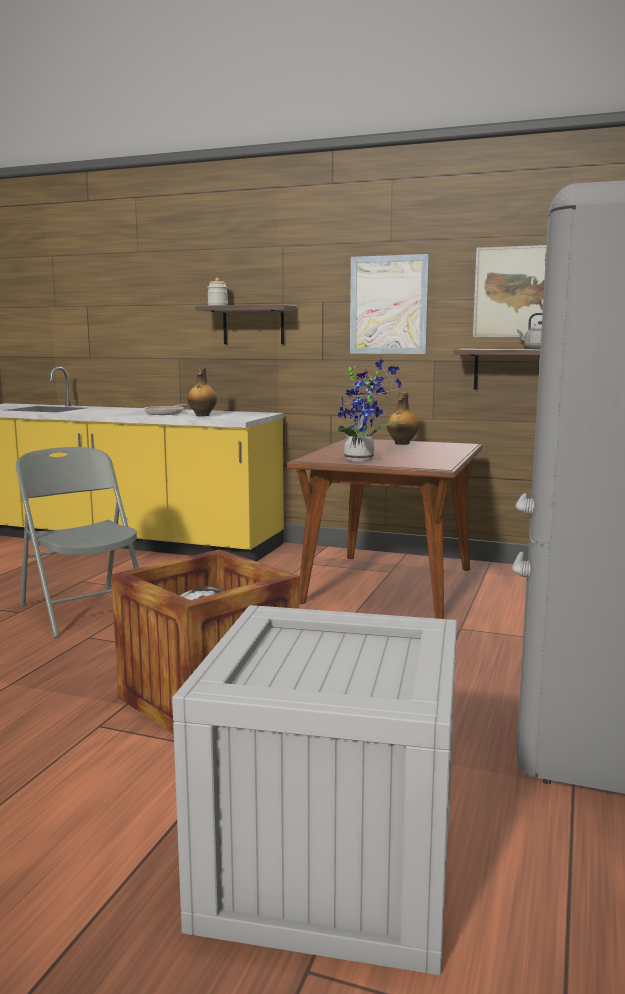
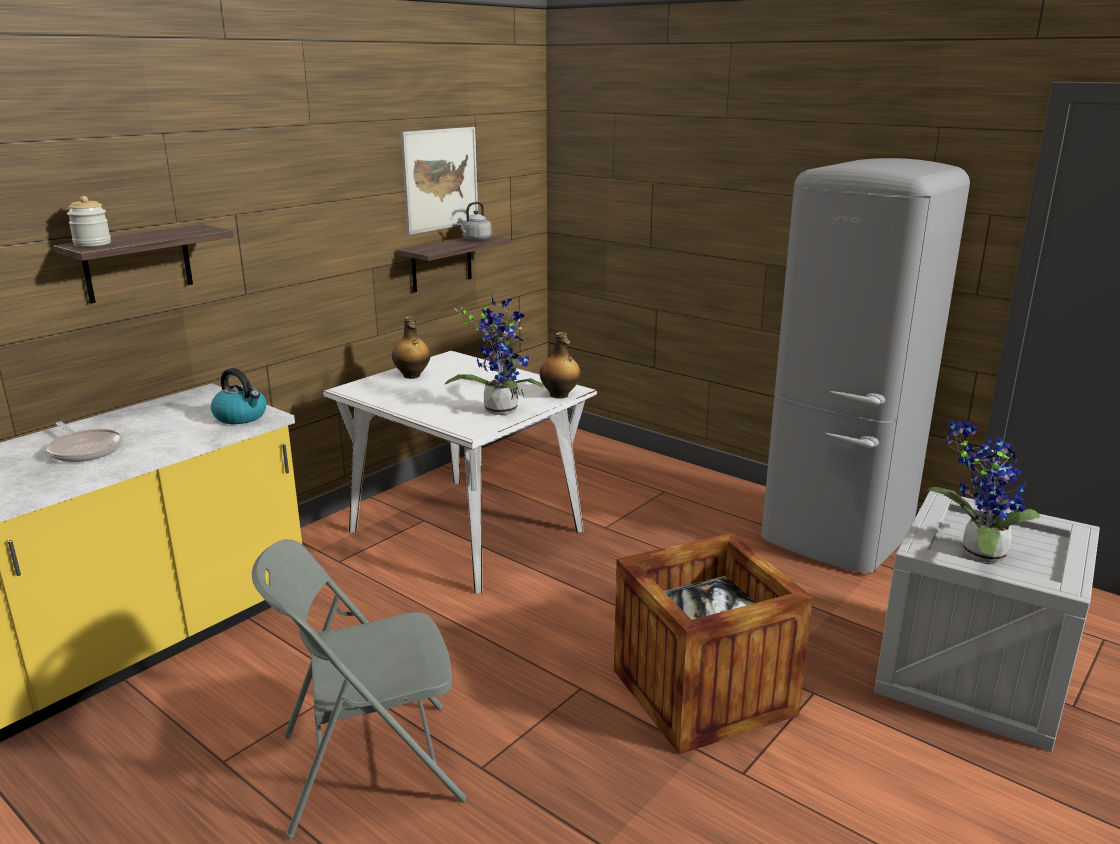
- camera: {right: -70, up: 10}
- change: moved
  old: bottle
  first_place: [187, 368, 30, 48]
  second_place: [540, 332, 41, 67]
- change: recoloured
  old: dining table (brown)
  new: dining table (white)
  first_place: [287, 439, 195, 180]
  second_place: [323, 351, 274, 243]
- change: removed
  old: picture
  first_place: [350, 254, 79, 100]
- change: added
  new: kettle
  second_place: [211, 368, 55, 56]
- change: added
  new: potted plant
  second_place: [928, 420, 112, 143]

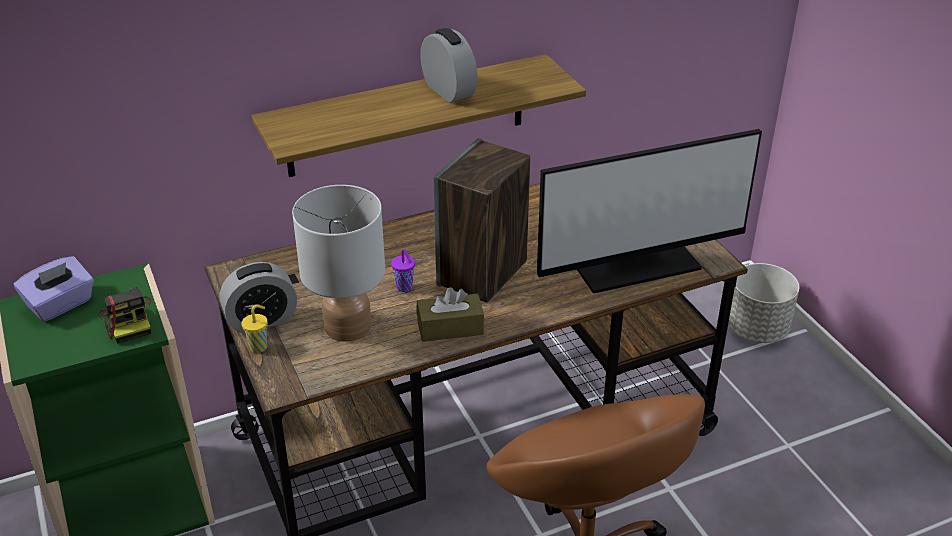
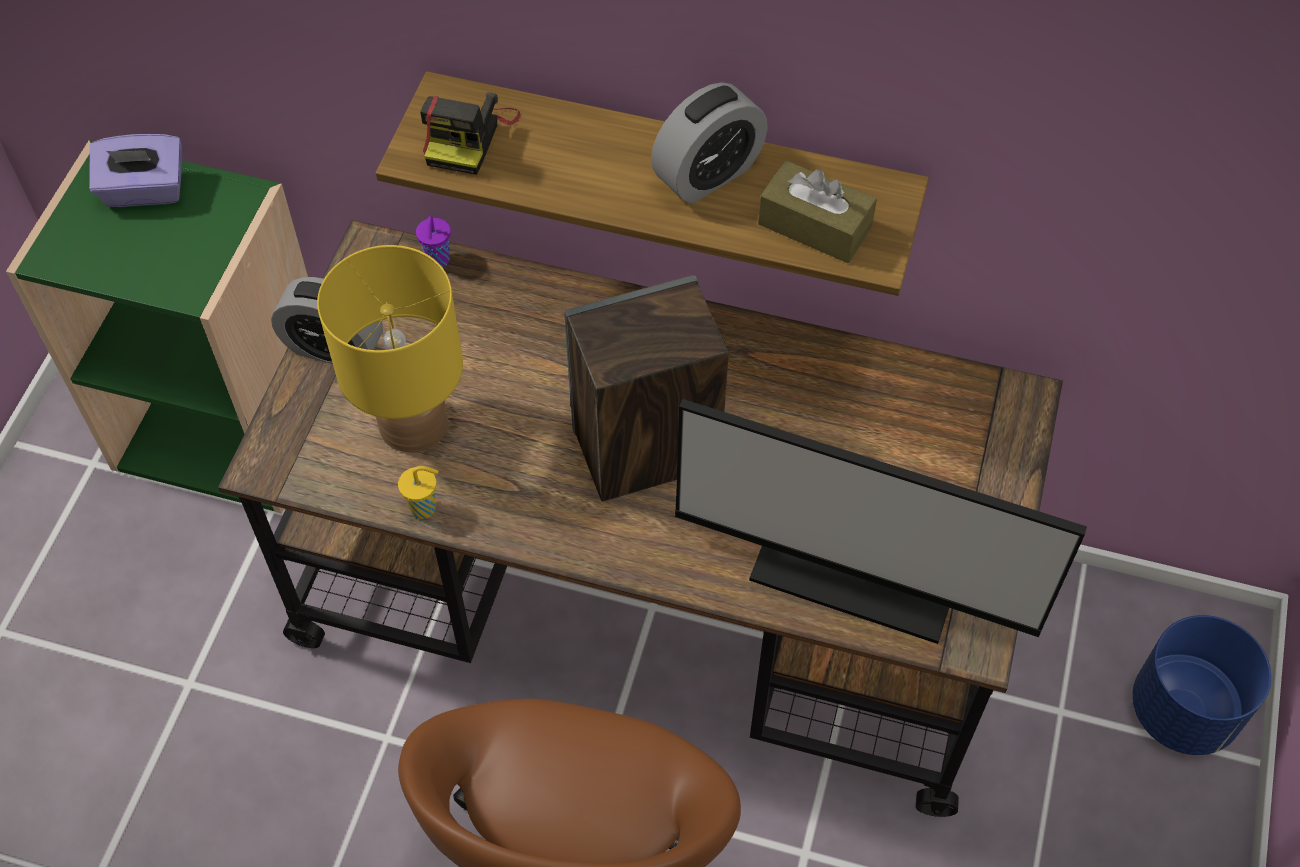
- camera: {right: 40, up: 20}
- change: moved
  old: photo camera
  first_place: [98, 287, 54, 57]
  second_place: [420, 92, 101, 83]
- change: moved
  old: cup (yellow)
  first_place: [241, 305, 27, 48]
  second_place: [398, 466, 41, 53]
- change: recoloured
  old: table lamp (grey)
  new: table lamp (yellow)
  first_place: [292, 185, 93, 156]
  second_place: [317, 245, 146, 207]
- change: moved
  old: cup (purple)
  first_place: [391, 249, 24, 43]
  second_place: [416, 216, 35, 51]
- change: moved
  old: tissue box (brown)
  first_place: [417, 287, 67, 55]
  second_place: [758, 160, 119, 103]
- change: turned
  old: alarm clock
  first_place: [420, 28, 58, 75]
  second_place: [651, 82, 117, 121]
  degrees: 45
- change: recoloured
  old: planter (grey)
  new: planter (blue)
  first_place: [728, 263, 71, 80]
  second_place: [1132, 615, 139, 140]

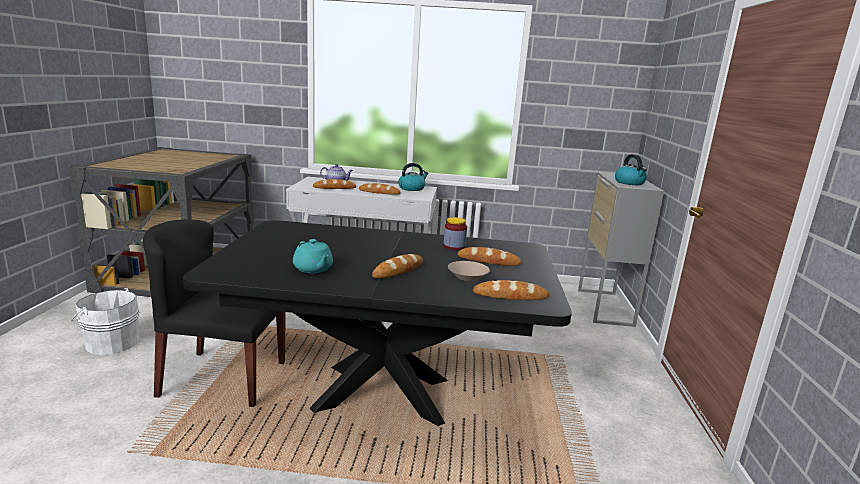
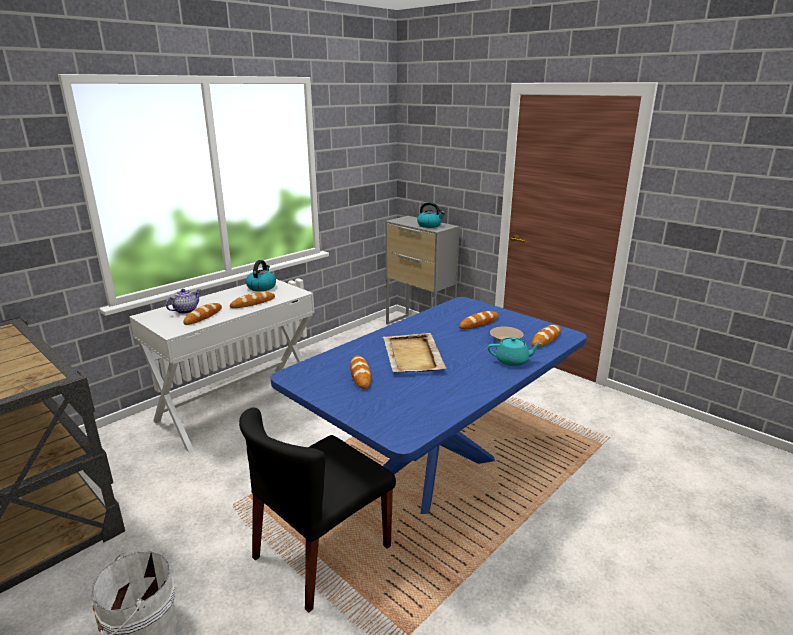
- camera: {right: -50, up: 5}
- change: recoloured
  old: dining table (black)
  new: dining table (blue)
  first_place: [183, 220, 389, 206]
  second_place: [270, 297, 317, 217]
- change: moved
  old: teapot (turquoise)
  first_place: [293, 239, 40, 34]
  second_place: [488, 337, 54, 29]
- change: moved
  old: bread
  first_place: [372, 254, 51, 24]
  second_place: [350, 355, 21, 34]
- change: removed
  old: jar
  first_place: [443, 217, 24, 33]
- change: added
  new: tray (beige)
  second_place: [383, 333, 63, 39]

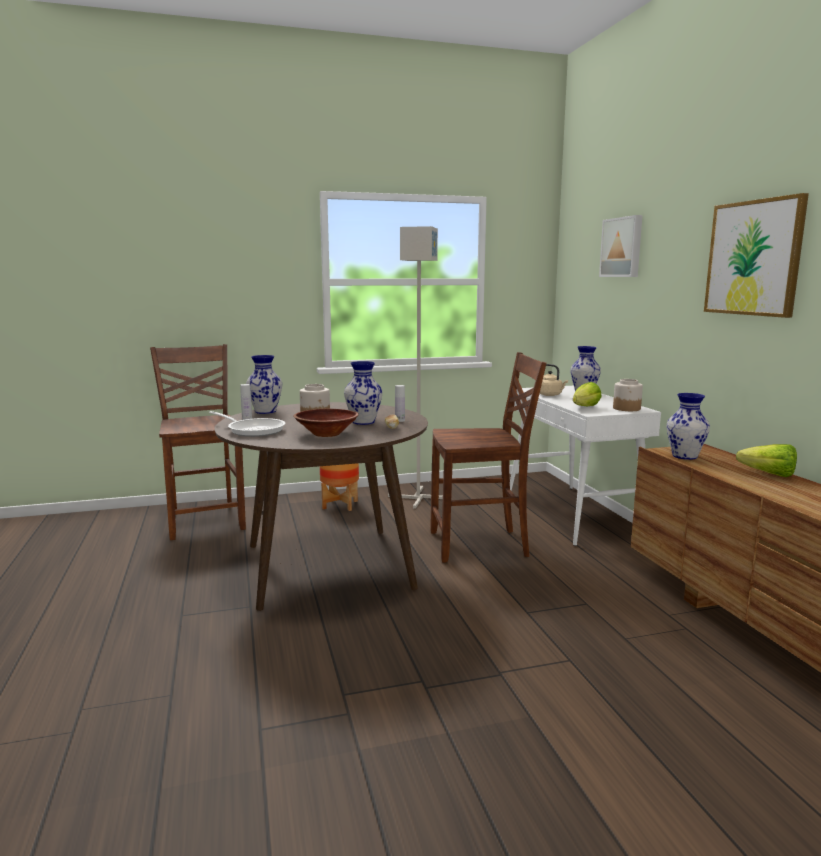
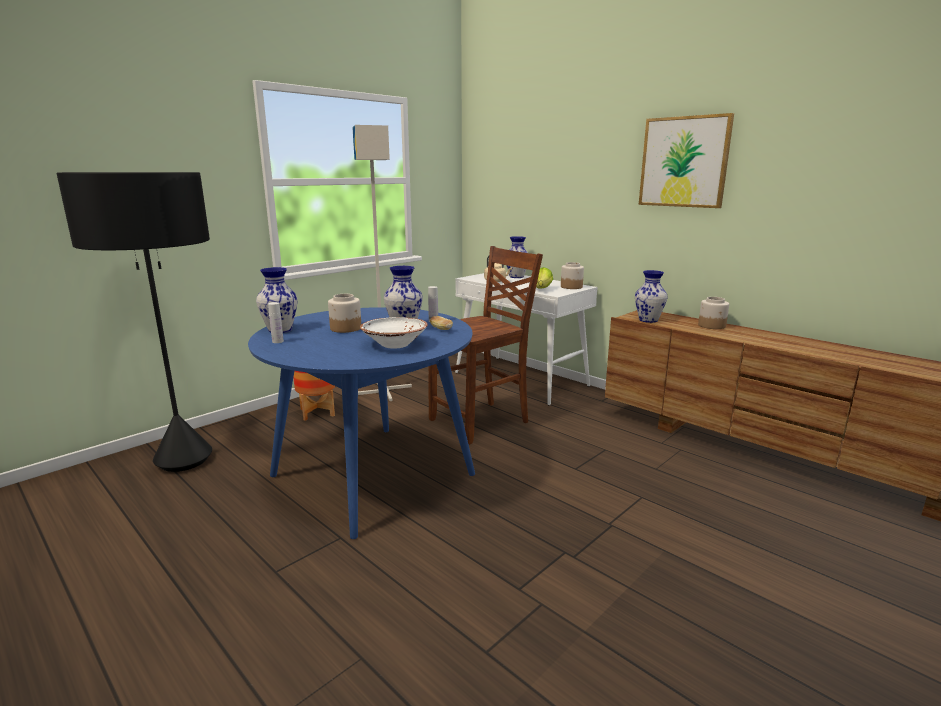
- camera: {right: -30, up: 5}
- change: replaced
  old: chair (brown)
  new: floor lamp (black)
  first_place: [150, 344, 96, 196]
  second_place: [57, 172, 155, 300]
- change: removed
  old: frying pan
  first_place: [209, 411, 76, 26]
- change: recoloured
  old: dining table (brown)
  new: dining table (blue)
  first_place: [215, 402, 213, 209]
  second_place: [248, 307, 227, 232]
- change: recoloured
  old: bowl (brown)
  new: bowl (white)
  first_place: [293, 409, 66, 28]
  second_place: [360, 317, 68, 31]
- change: removed
  old: picture
  first_place: [599, 215, 44, 62]
- change: replaced
  old: lettuce
  new: jar
  first_place: [736, 444, 61, 33]
  second_place: [698, 297, 31, 32]

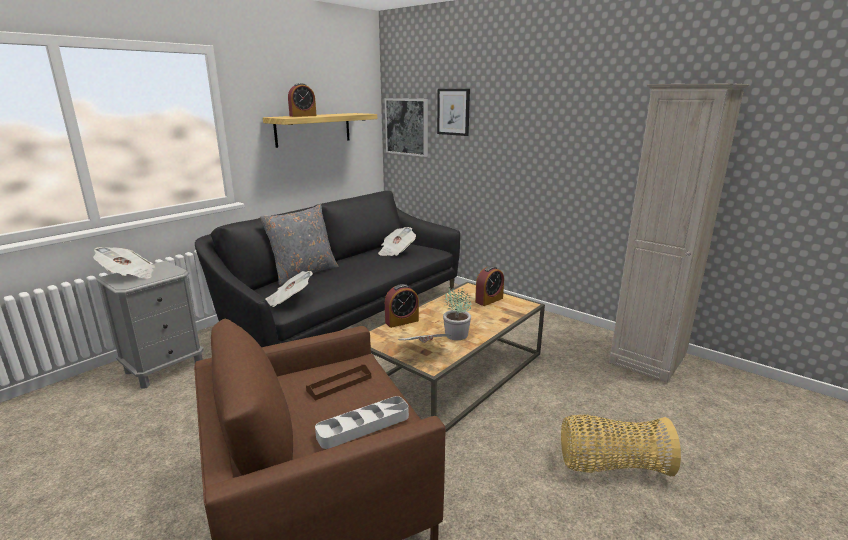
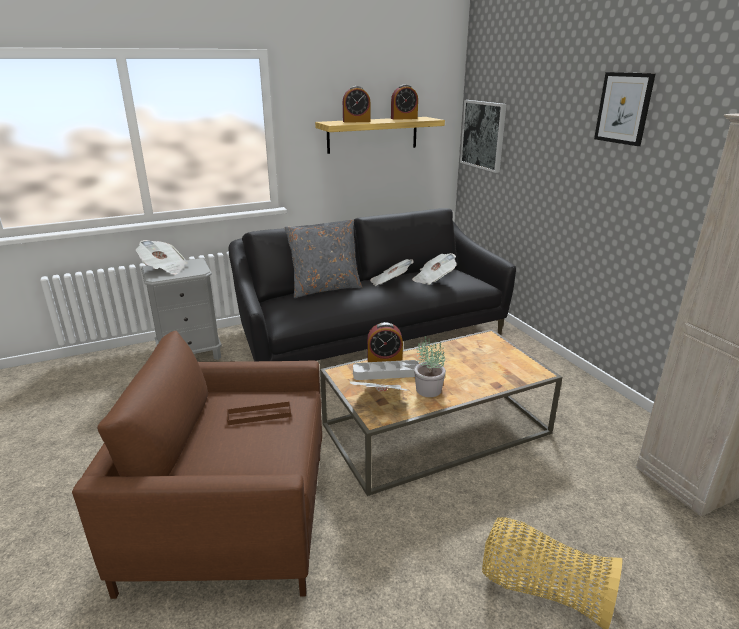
- camera: {right: 25, up: 5}
- change: moved
  old: newspaper
  first_place: [265, 271, 48, 36]
  second_place: [370, 259, 44, 27]
- change: moved
  old: tray (grey)
  first_place: [315, 396, 94, 53]
  second_place: [353, 360, 66, 20]
- change: moved
  old: picture
  first_place: [437, 89, 33, 47]
  second_place: [594, 72, 62, 74]
- change: moved
  old: alarm clock
  first_place: [475, 266, 29, 40]
  second_place: [391, 85, 27, 35]

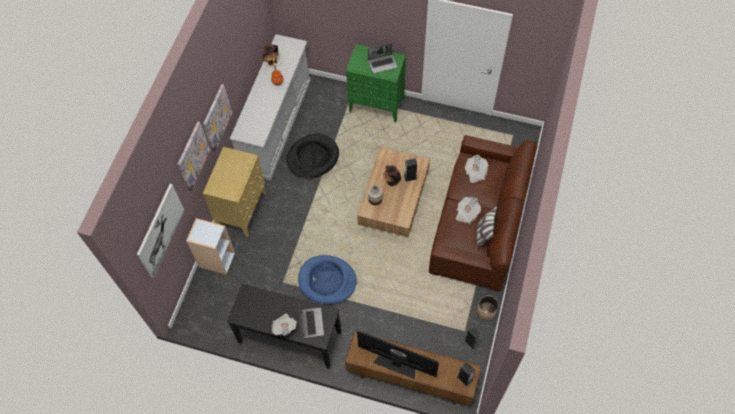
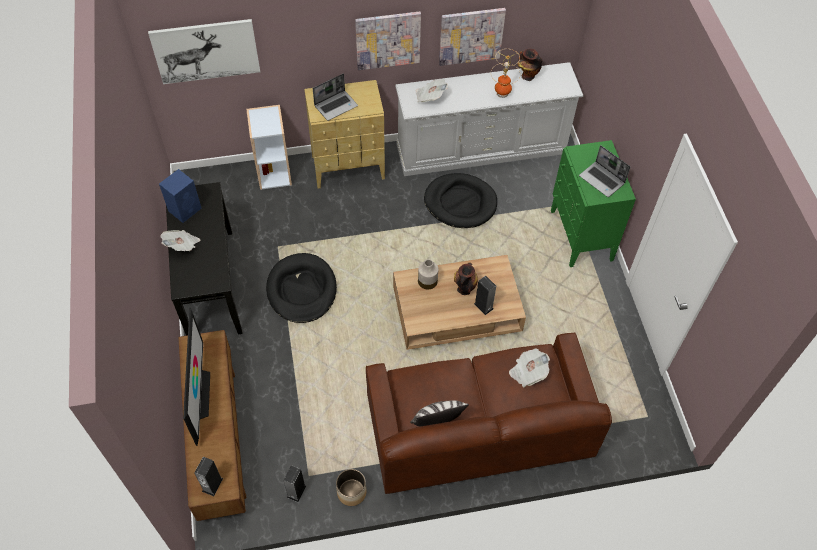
- camera: {right: 60, up: -5}
- change: moved
  old: picture
  first_place: [177, 121, 33, 70]
  second_place: [439, 8, 67, 58]
- change: recoloured
  old: dog bed (blue)
  new: dog bed (black)
  first_place: [298, 255, 59, 50]
  second_place: [266, 253, 71, 70]
- change: moved
  old: laptop
  first_place: [299, 305, 25, 33]
  second_place: [313, 73, 45, 48]
- change: moved
  old: newspaper
  first_place: [456, 197, 25, 27]
  second_place: [416, 79, 32, 23]
- change: added
  new: speaker (blue)
  second_place: [159, 169, 43, 54]

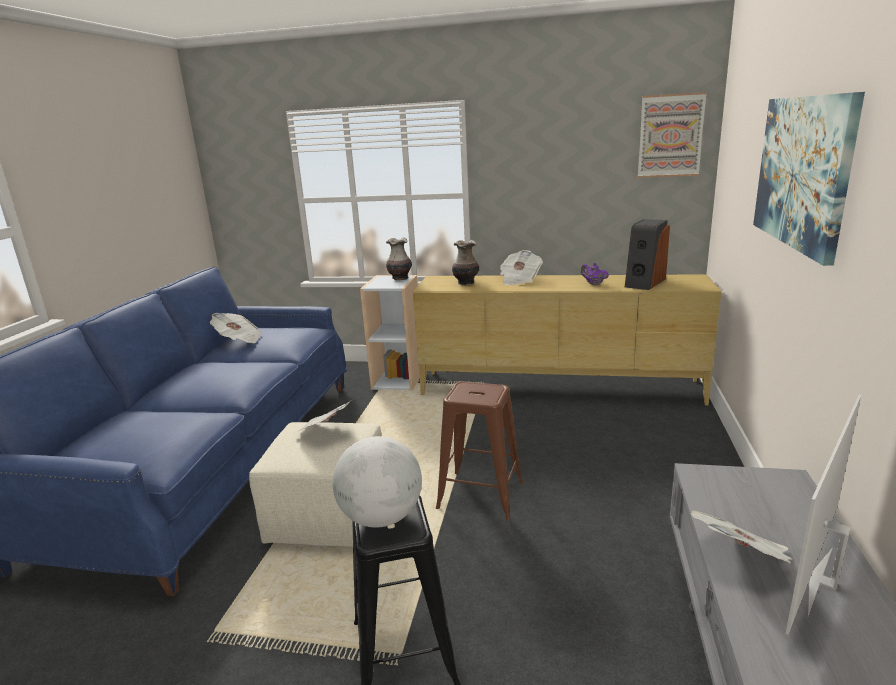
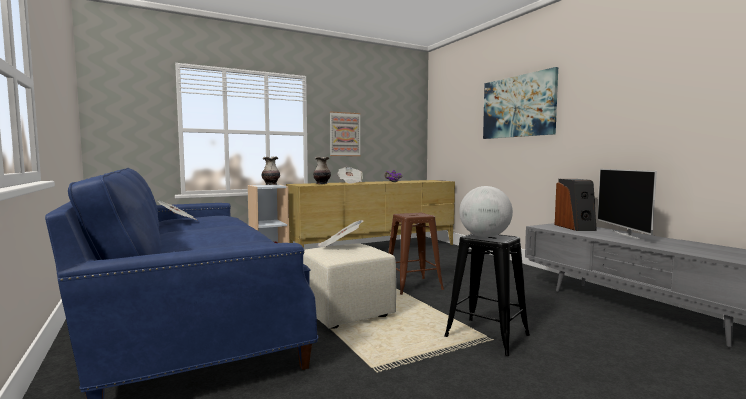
- camera: {right: -40, up: -15}
- change: moved
  old: speaker
  first_place: [625, 219, 45, 71]
  second_place: [555, 179, 42, 52]
- change: moved
  old: picture
  first_place: [638, 92, 69, 86]
  second_place: [330, 111, 31, 45]
- change: removed
  old: newspaper
  first_place: [691, 510, 102, 54]

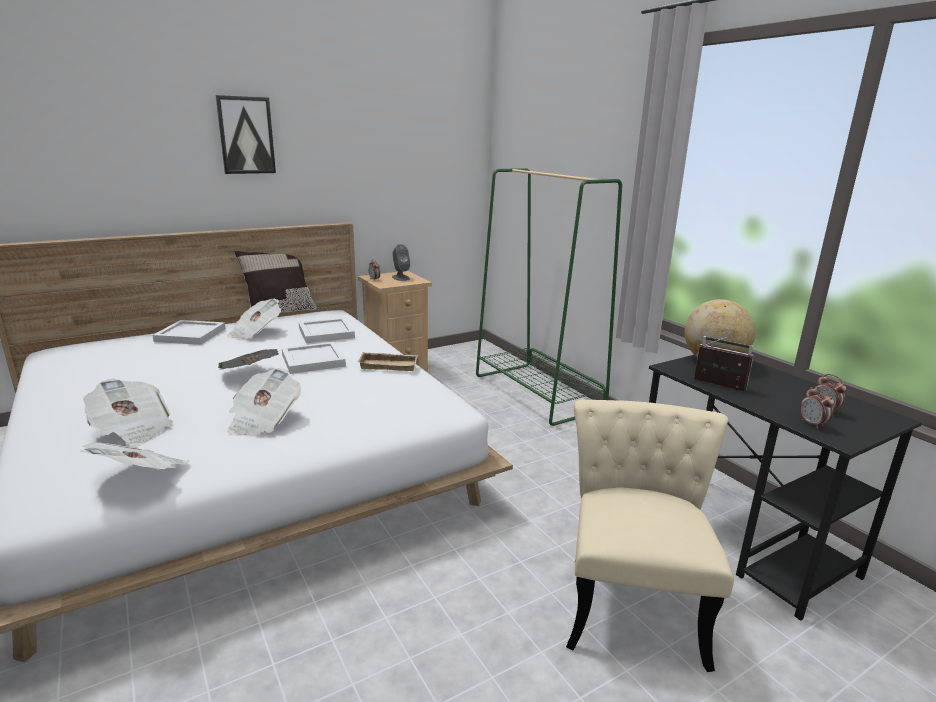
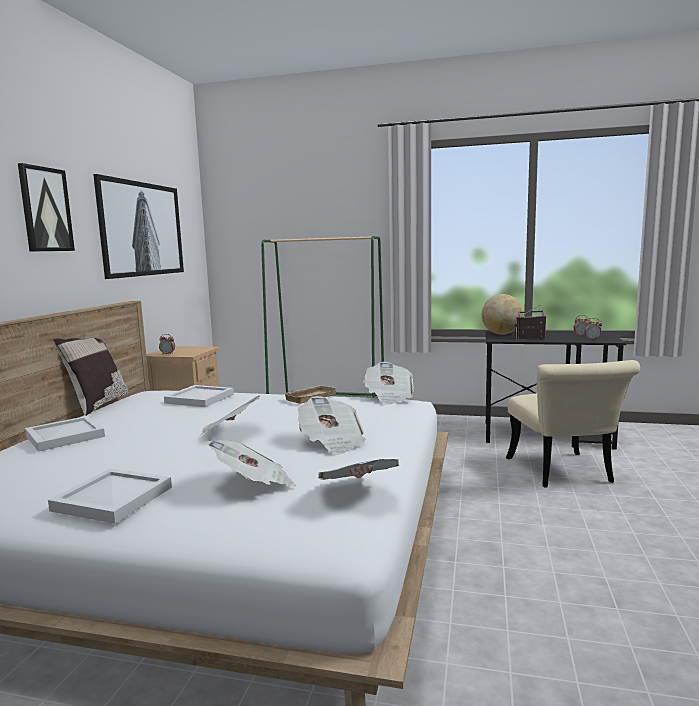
- camera: {right: -45, up: -10}
- change: moved
  old: newspaper
  first_place: [227, 299, 54, 40]
  second_place: [363, 362, 51, 43]
- change: moved
  old: tray (white)
  first_place: [282, 342, 64, 32]
  second_place: [48, 468, 124, 56]
- change: removed
  old: speaker (grey)
  first_place: [392, 244, 18, 37]
- change: turned
  old: chair (beige)
  first_place: [566, 400, 168, 272]
  second_place: [506, 360, 134, 128]
  degrees: -150
- change: added
  new: picture
  second_place: [93, 174, 91, 105]

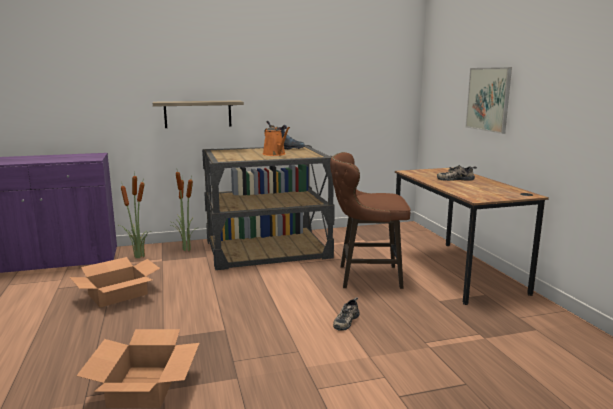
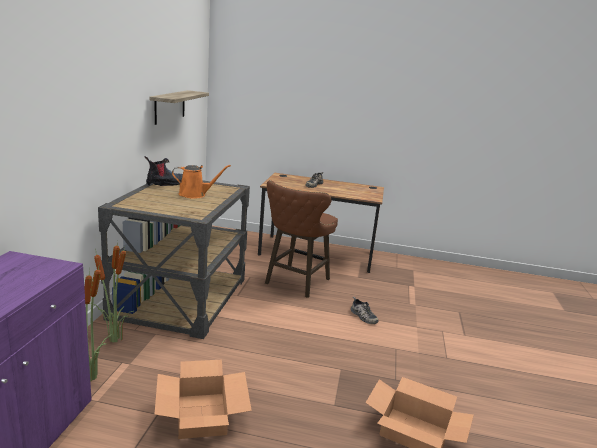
- camera: {right: -65, up: 5}
- change: moved
  old: shelf
  first_place: [153, 100, 91, 28]
  second_place: [150, 90, 59, 35]
- change: removed
  old: picture
  first_place: [466, 67, 46, 67]

